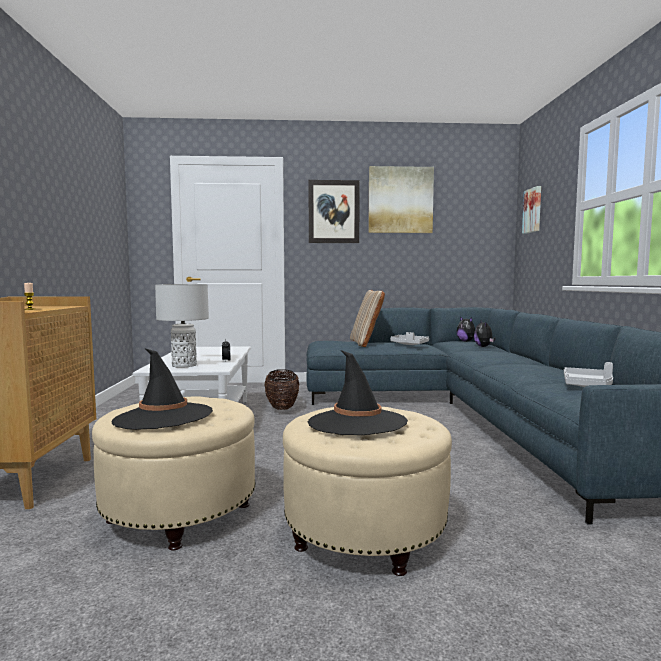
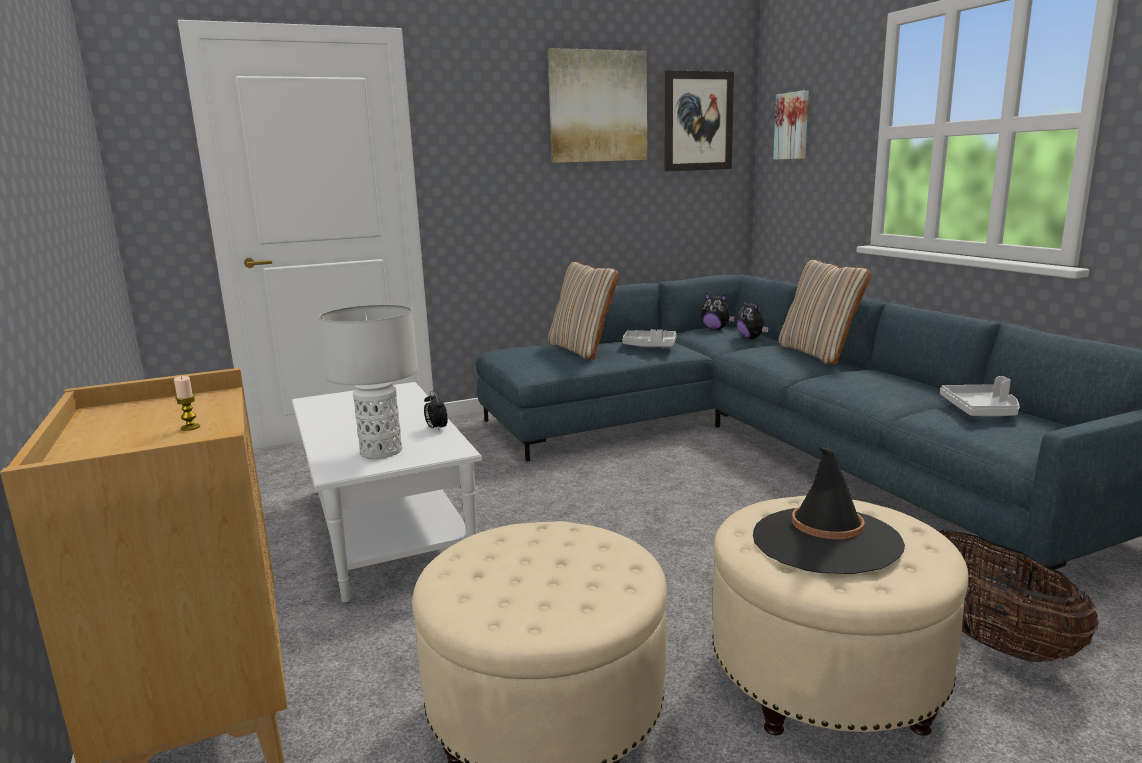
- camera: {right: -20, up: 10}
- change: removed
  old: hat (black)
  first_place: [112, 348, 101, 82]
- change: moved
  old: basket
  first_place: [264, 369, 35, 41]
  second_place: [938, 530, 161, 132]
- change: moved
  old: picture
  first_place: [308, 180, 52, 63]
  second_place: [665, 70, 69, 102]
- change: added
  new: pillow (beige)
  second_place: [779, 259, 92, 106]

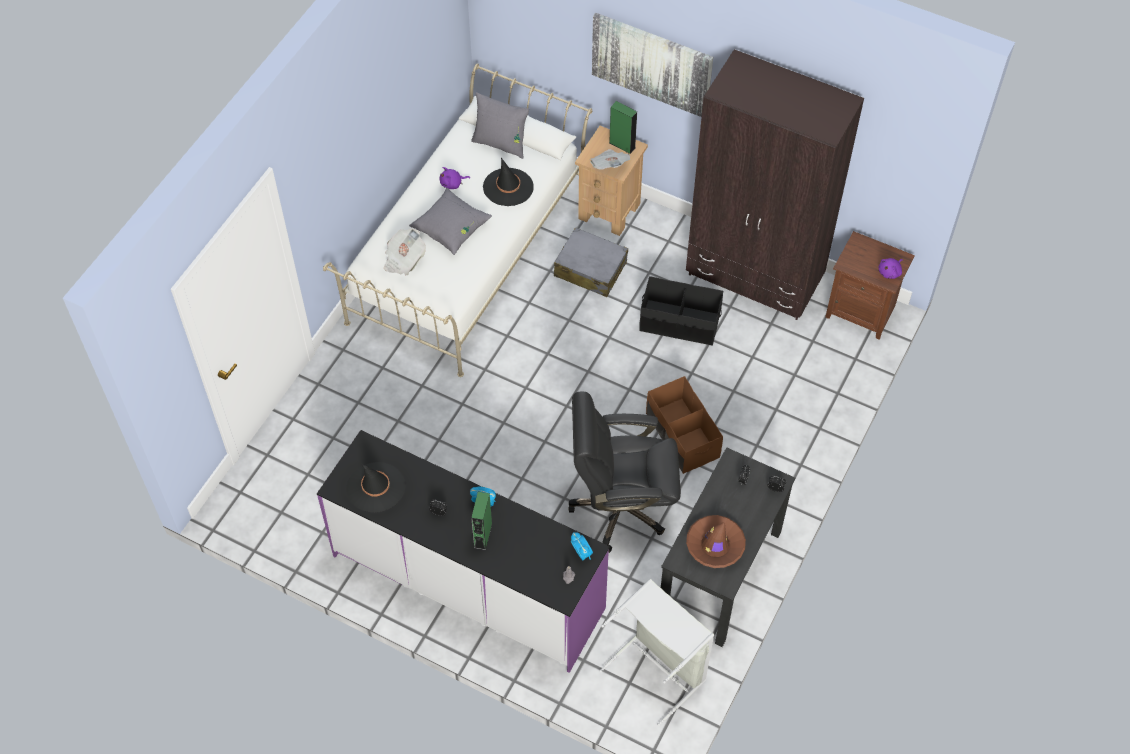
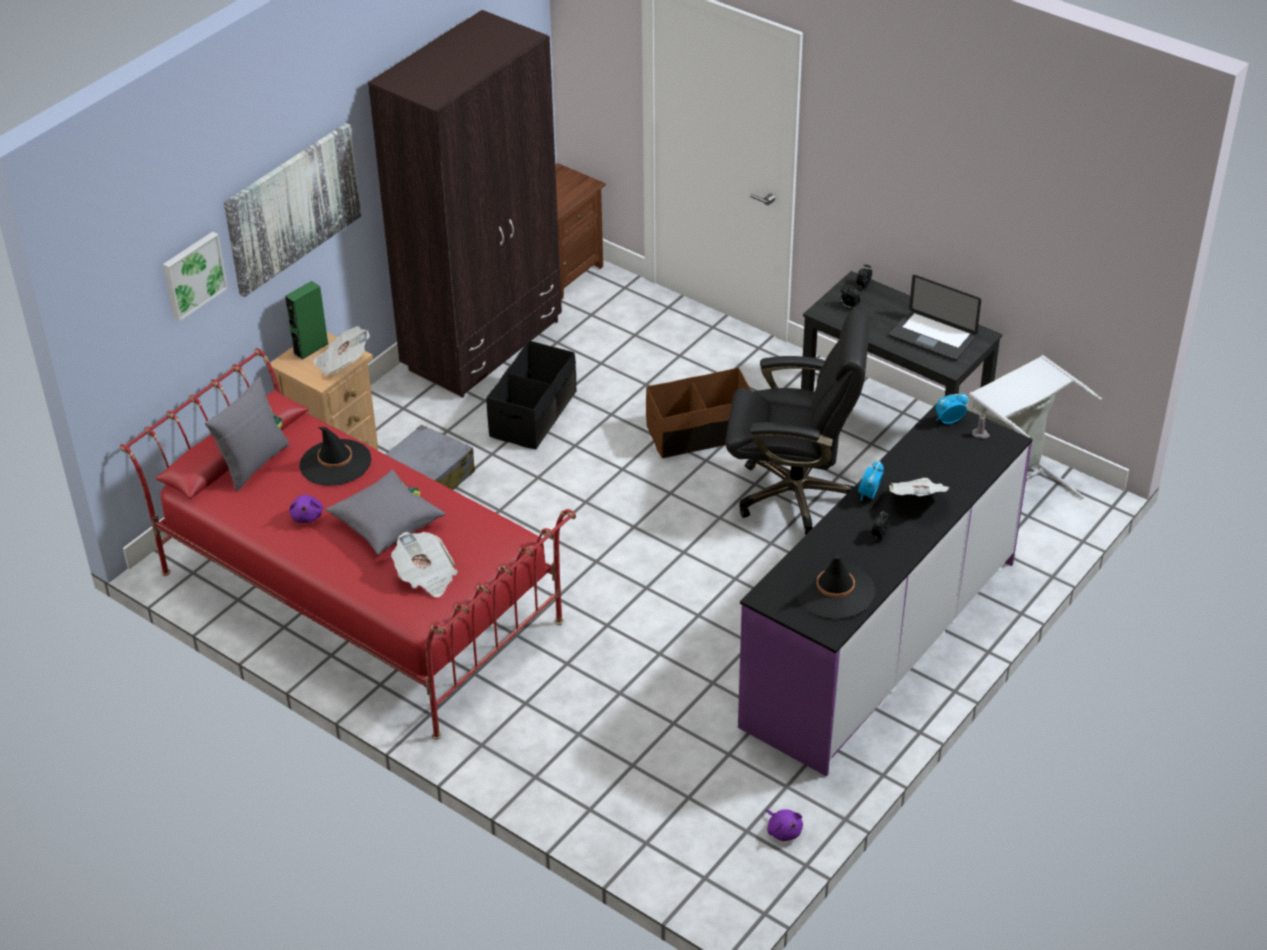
- camera: {right: -80, up: -15}
- change: recoloured
  old: bed (white)
  new: bed (red)
  first_place: [323, 63, 269, 314]
  second_place: [120, 348, 456, 391]
- change: replaced
  old: speaker (green)
  new: newspaper
  first_place: [471, 492, 21, 58]
  second_place: [889, 478, 61, 18]
- change: turned
  old: office chair (black)
  first_place: [568, 392, 113, 161]
  second_place: [726, 308, 144, 227]
  degrees: -90
- change: replaced
  old: hat (brown)
  new: laptop
  first_place: [686, 515, 60, 53]
  second_place: [889, 275, 92, 86]
- change: moved
  old: plush toy (purple)
  first_place: [879, 258, 24, 21]
  second_place: [766, 809, 37, 32]
- change: added
  new: picture
  second_place: [163, 231, 65, 91]

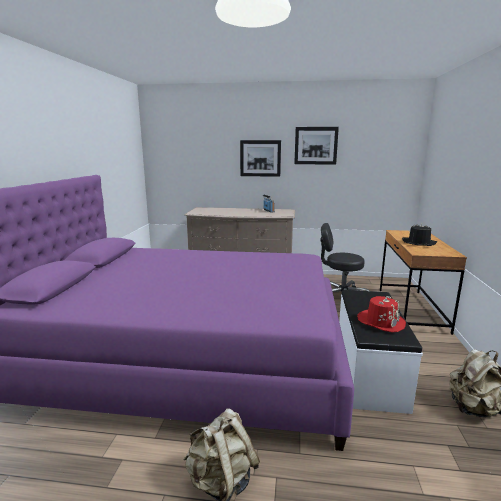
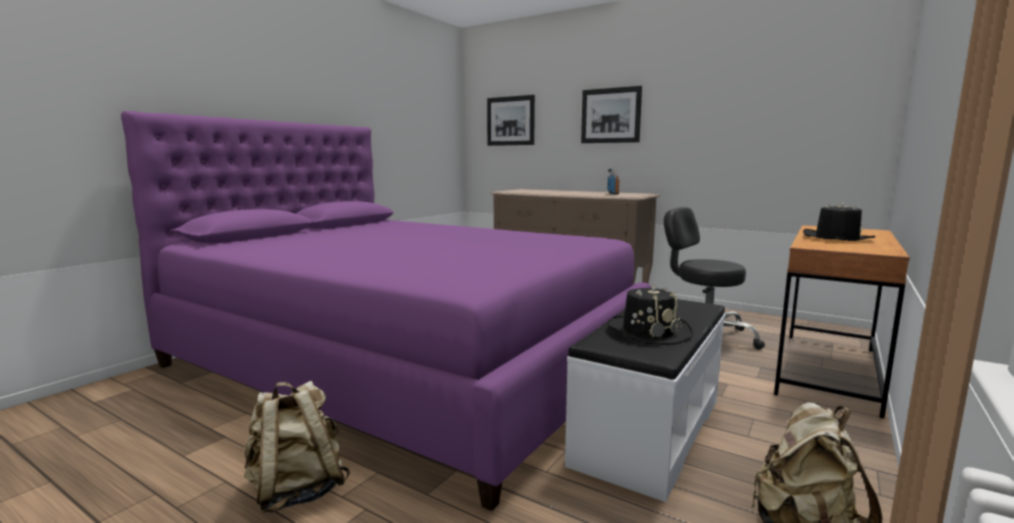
- camera: {right: 25, up: -5}
- change: moved
  old: picture
  first_place: [294, 127, 45, 38]
  second_place: [487, 95, 48, 51]
- change: recoloured
  old: hat (red)
  new: hat (black)
  first_place: [357, 296, 49, 36]
  second_place: [608, 285, 85, 60]

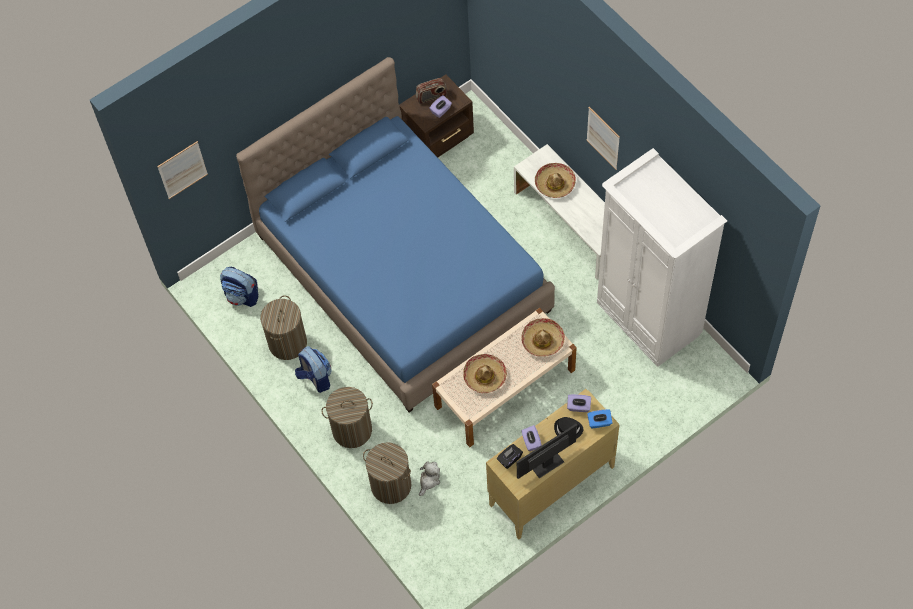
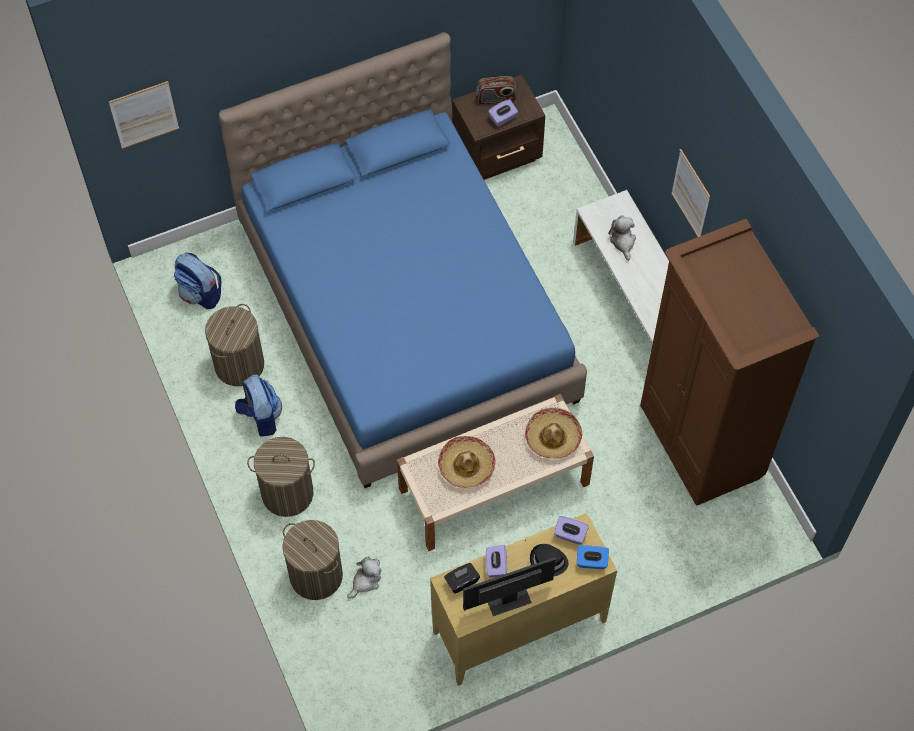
- camera: {right: 10, up: 0}
- change: replaced
  old: hat
  new: plush toy
  first_place: [535, 163, 41, 35]
  second_place: [608, 216, 28, 45]
- change: recoloured
  old: wardrobe (white)
  new: wardrobe (brown)
  first_place: [597, 148, 130, 219]
  second_place: [640, 219, 180, 286]

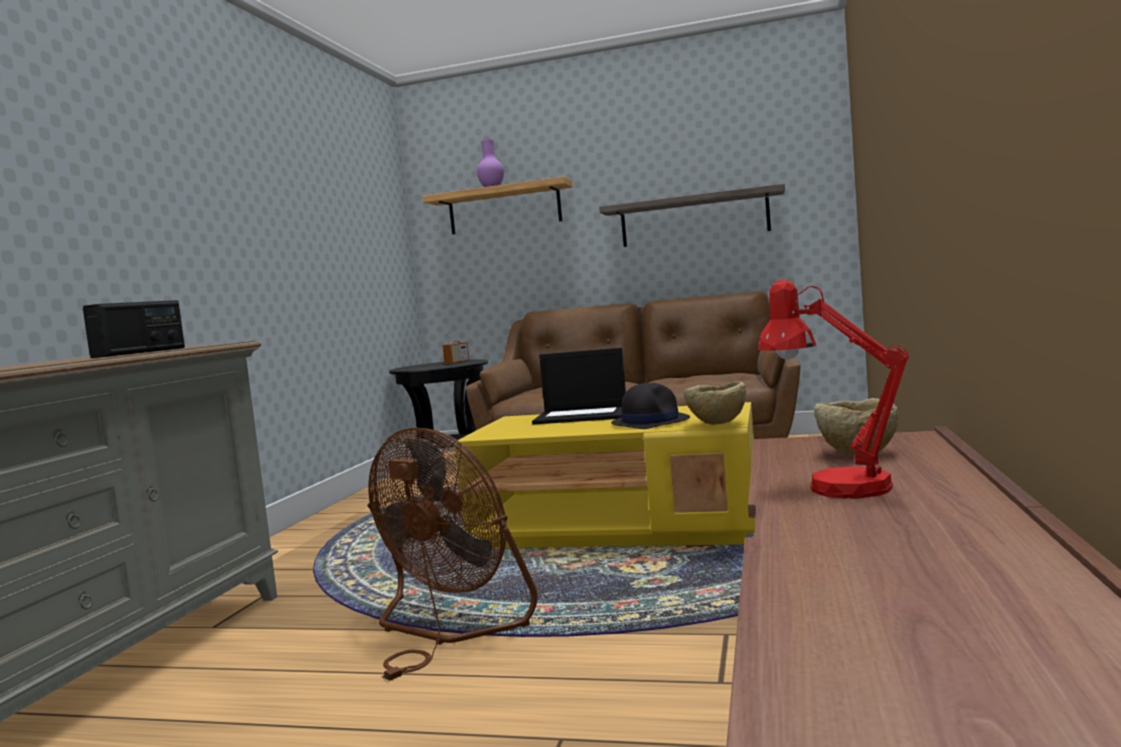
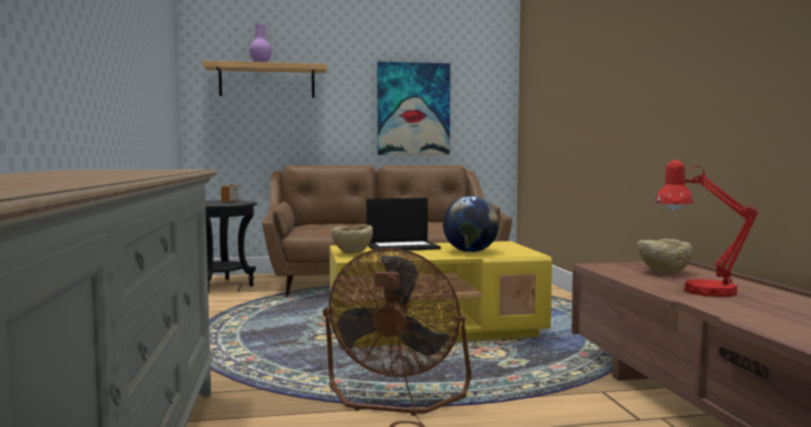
- camera: {right: -25, up: 0}
- change: removed
  old: radio
  first_place: [83, 300, 102, 58]
- change: replaced
  old: shelf
  new: picture
  first_place: [599, 184, 186, 63]
  second_place: [377, 61, 73, 94]
- change: replaced
  old: hat (black)
  new: globe
  first_place: [611, 383, 79, 46]
  second_place: [443, 196, 56, 56]
- change: moved
  old: bowl (beige)
  first_place: [683, 381, 63, 44]
  second_place: [331, 225, 42, 29]

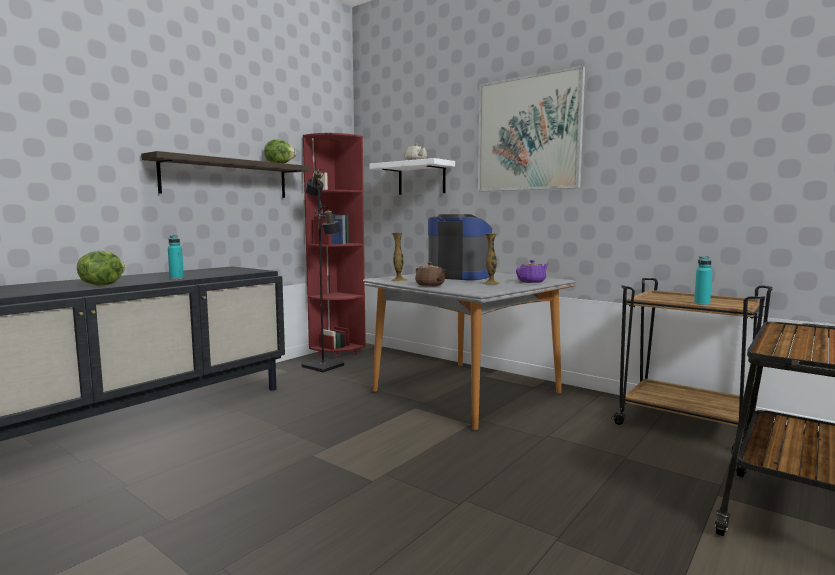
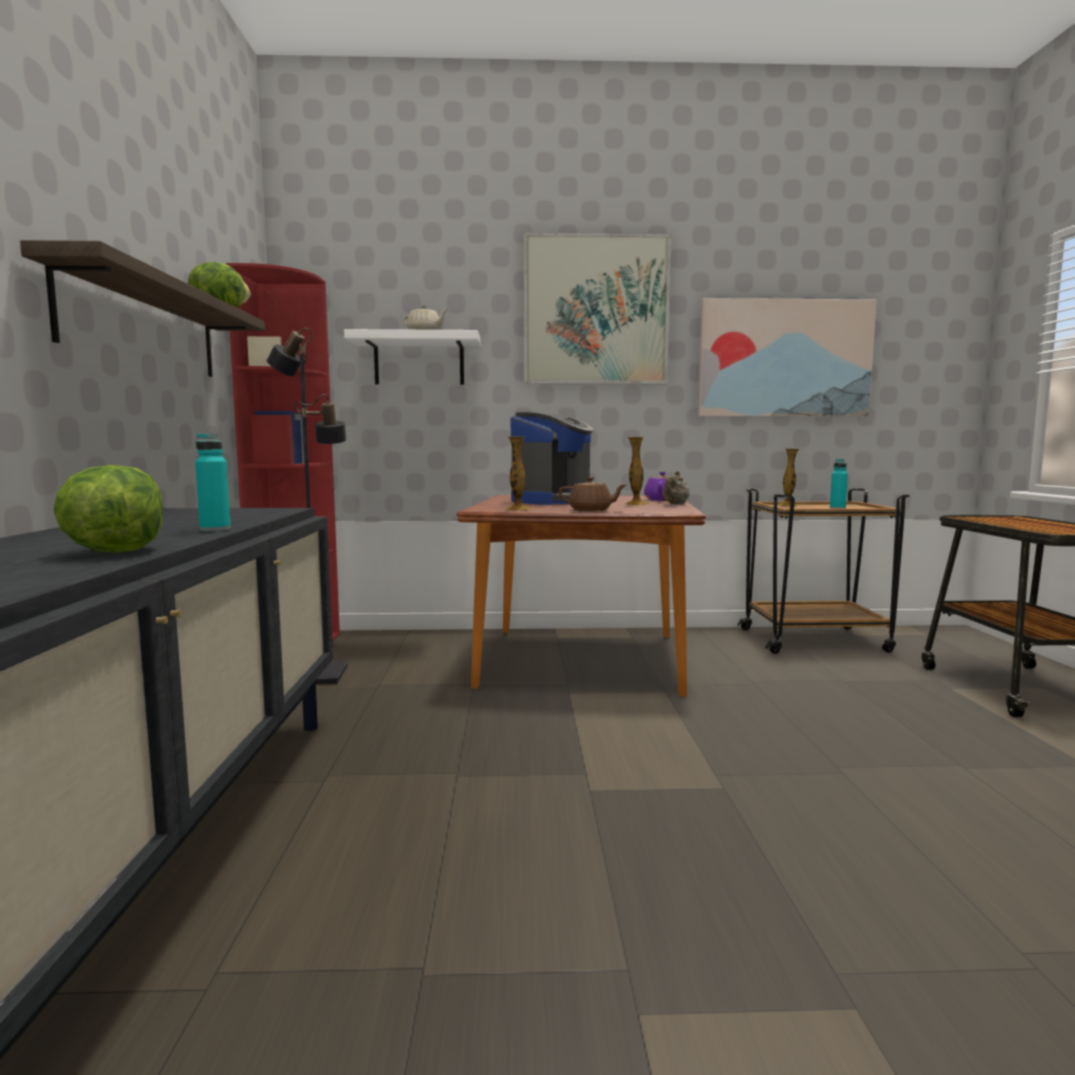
- camera: {right: -40, up: 0}
- change: recoloured
  old: dining table (grey)
  new: dining table (brown)
  first_place: [363, 272, 212, 158]
  second_place: [456, 495, 250, 202]
- change: turned
  old: coffee machine
  first_place: [428, 214, 64, 66]
  second_place: [511, 412, 82, 93]
  degrees: 135
- change: added
  new: teapot (beige)
  second_place: [663, 471, 27, 33]
- change: added
  new: picture
  second_place: [698, 298, 179, 119]
- change: added
  new: vase
  second_place: [777, 449, 22, 58]

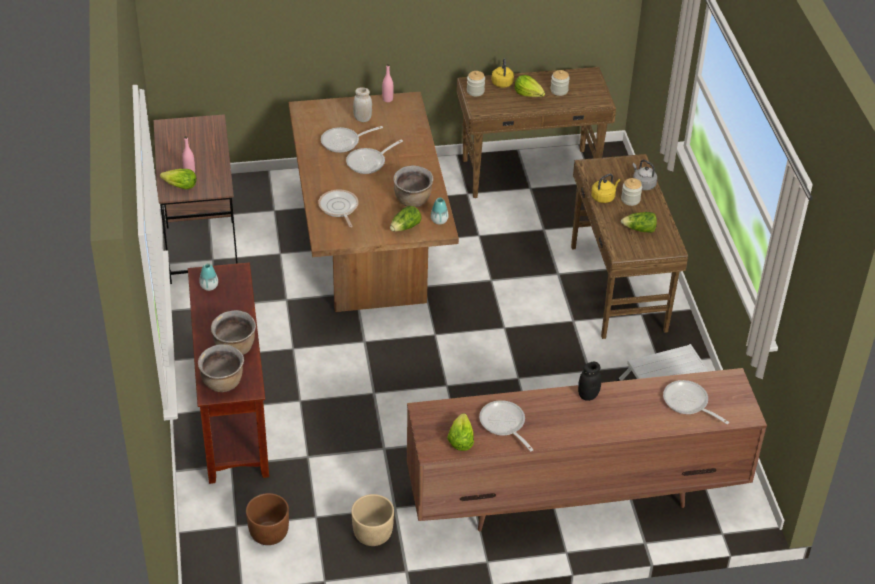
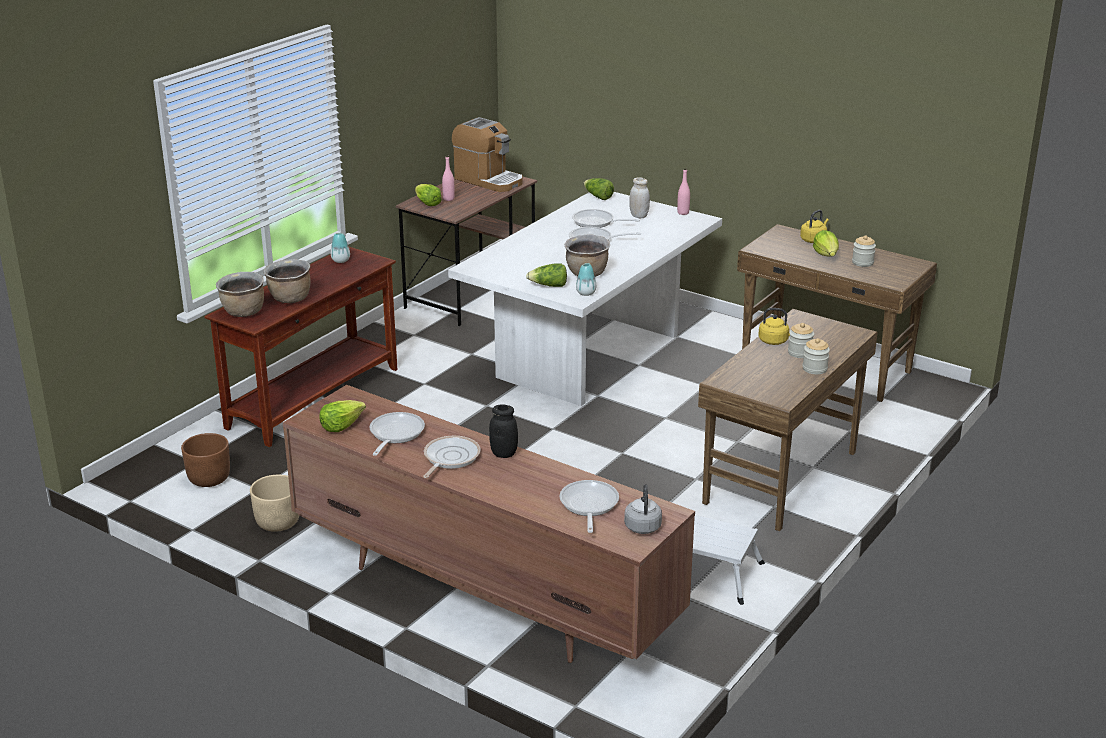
- camera: {right: 45, up: -15}
- change: recoloured
  old: dining table (brown)
  new: dining table (white)
  first_place: [289, 92, 170, 220]
  second_place: [448, 192, 274, 214]
- change: moved
  old: frying pan
  first_place: [318, 189, 40, 38]
  second_place: [423, 436, 58, 42]
- change: moved
  old: jar
  first_place: [467, 71, 18, 25]
  second_place: [802, 338, 28, 36]
- change: moved
  old: lettuce
  first_place: [621, 212, 36, 21]
  second_place: [584, 178, 30, 22]
- change: moved
  old: kettle (grey)
  first_place: [633, 160, 24, 30]
  second_place: [624, 484, 38, 50]
- change: added
  new: coffee machine
  second_place: [452, 117, 71, 75]

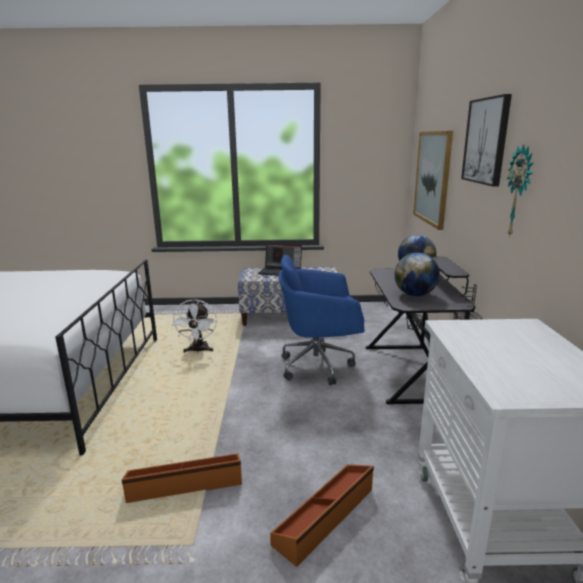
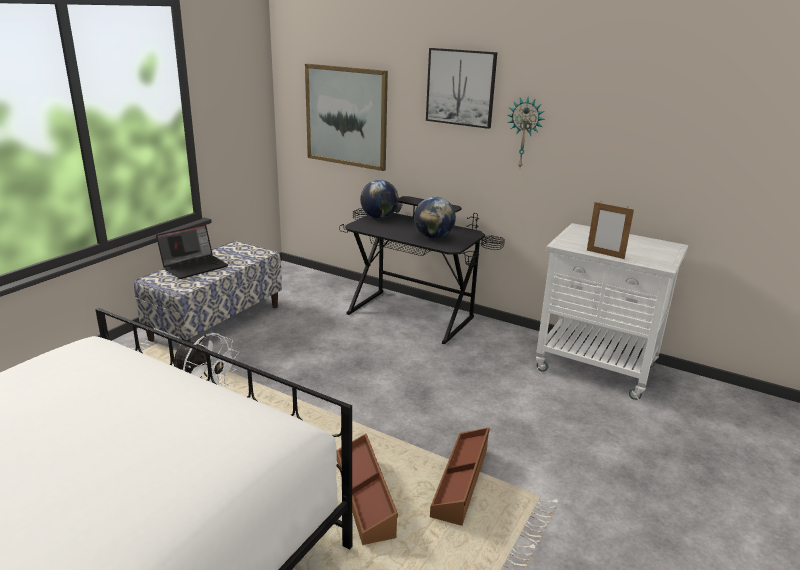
- camera: {right: -60, up: 5}
- change: moved
  old: storage box (brown)
  first_place: [270, 464, 104, 103]
  second_place: [337, 434, 61, 111]
- change: removed
  old: office chair (blue)
  first_place: [278, 255, 86, 130]
- change: added
  new: picture frame
  second_place: [587, 201, 47, 58]

